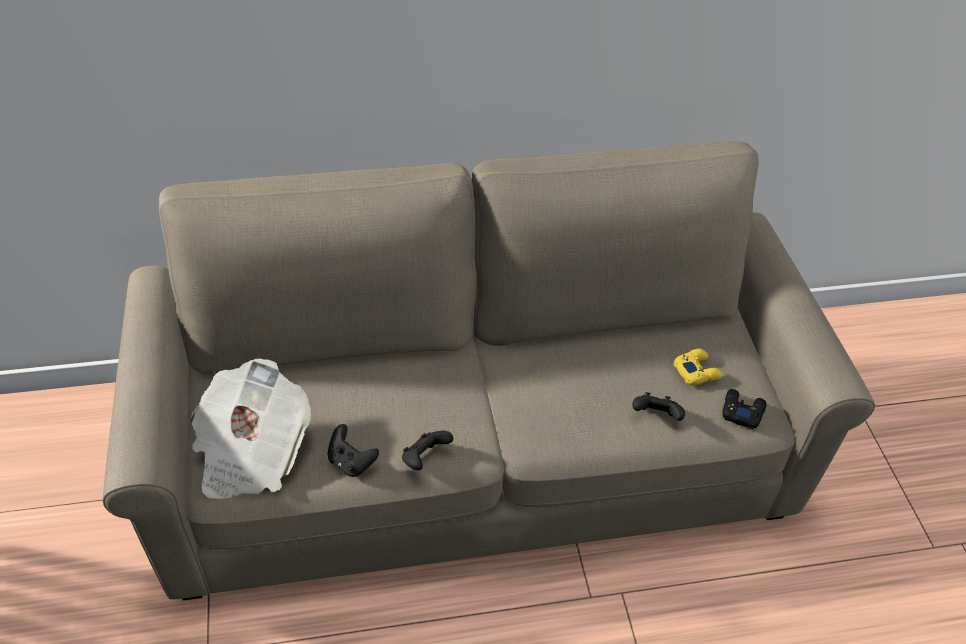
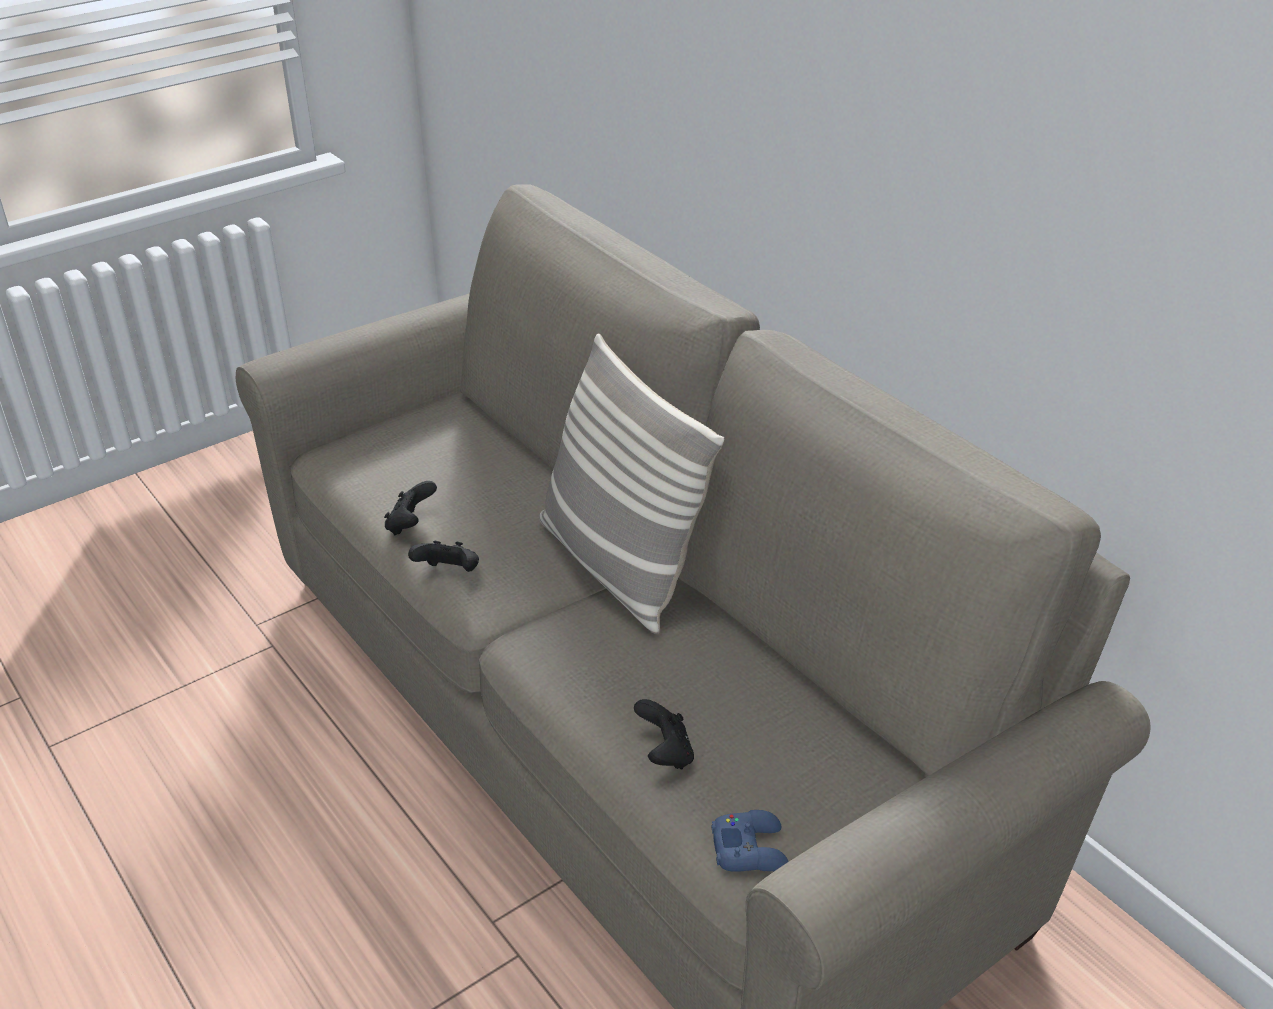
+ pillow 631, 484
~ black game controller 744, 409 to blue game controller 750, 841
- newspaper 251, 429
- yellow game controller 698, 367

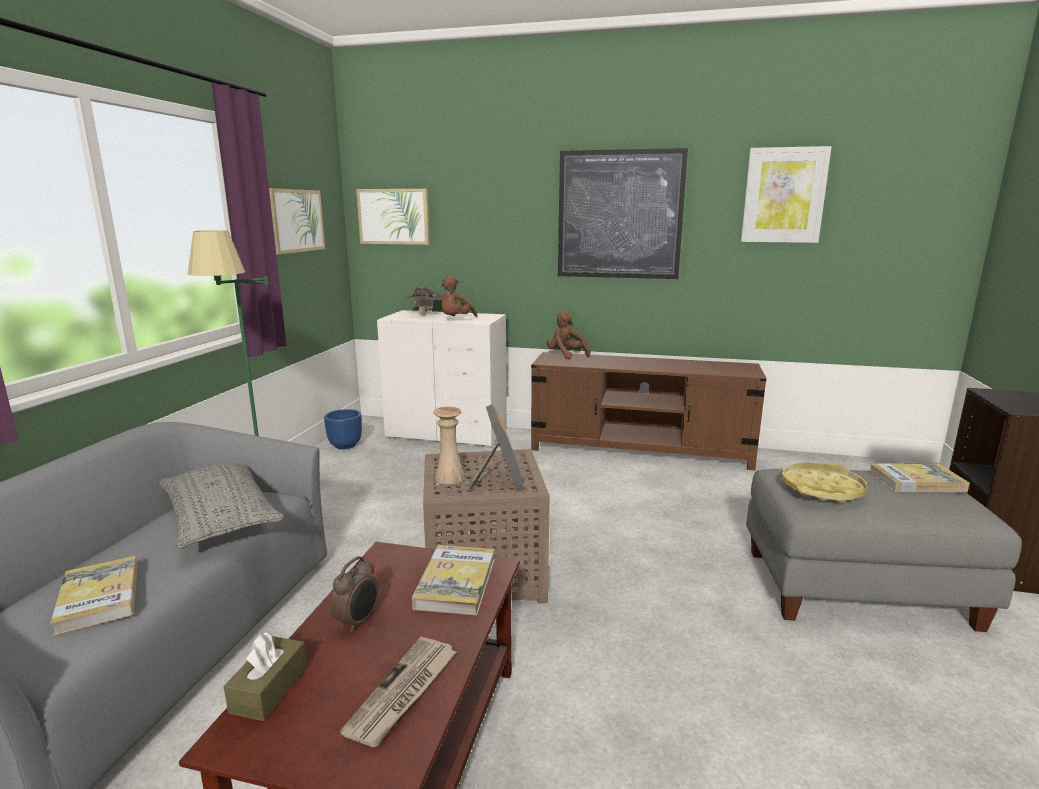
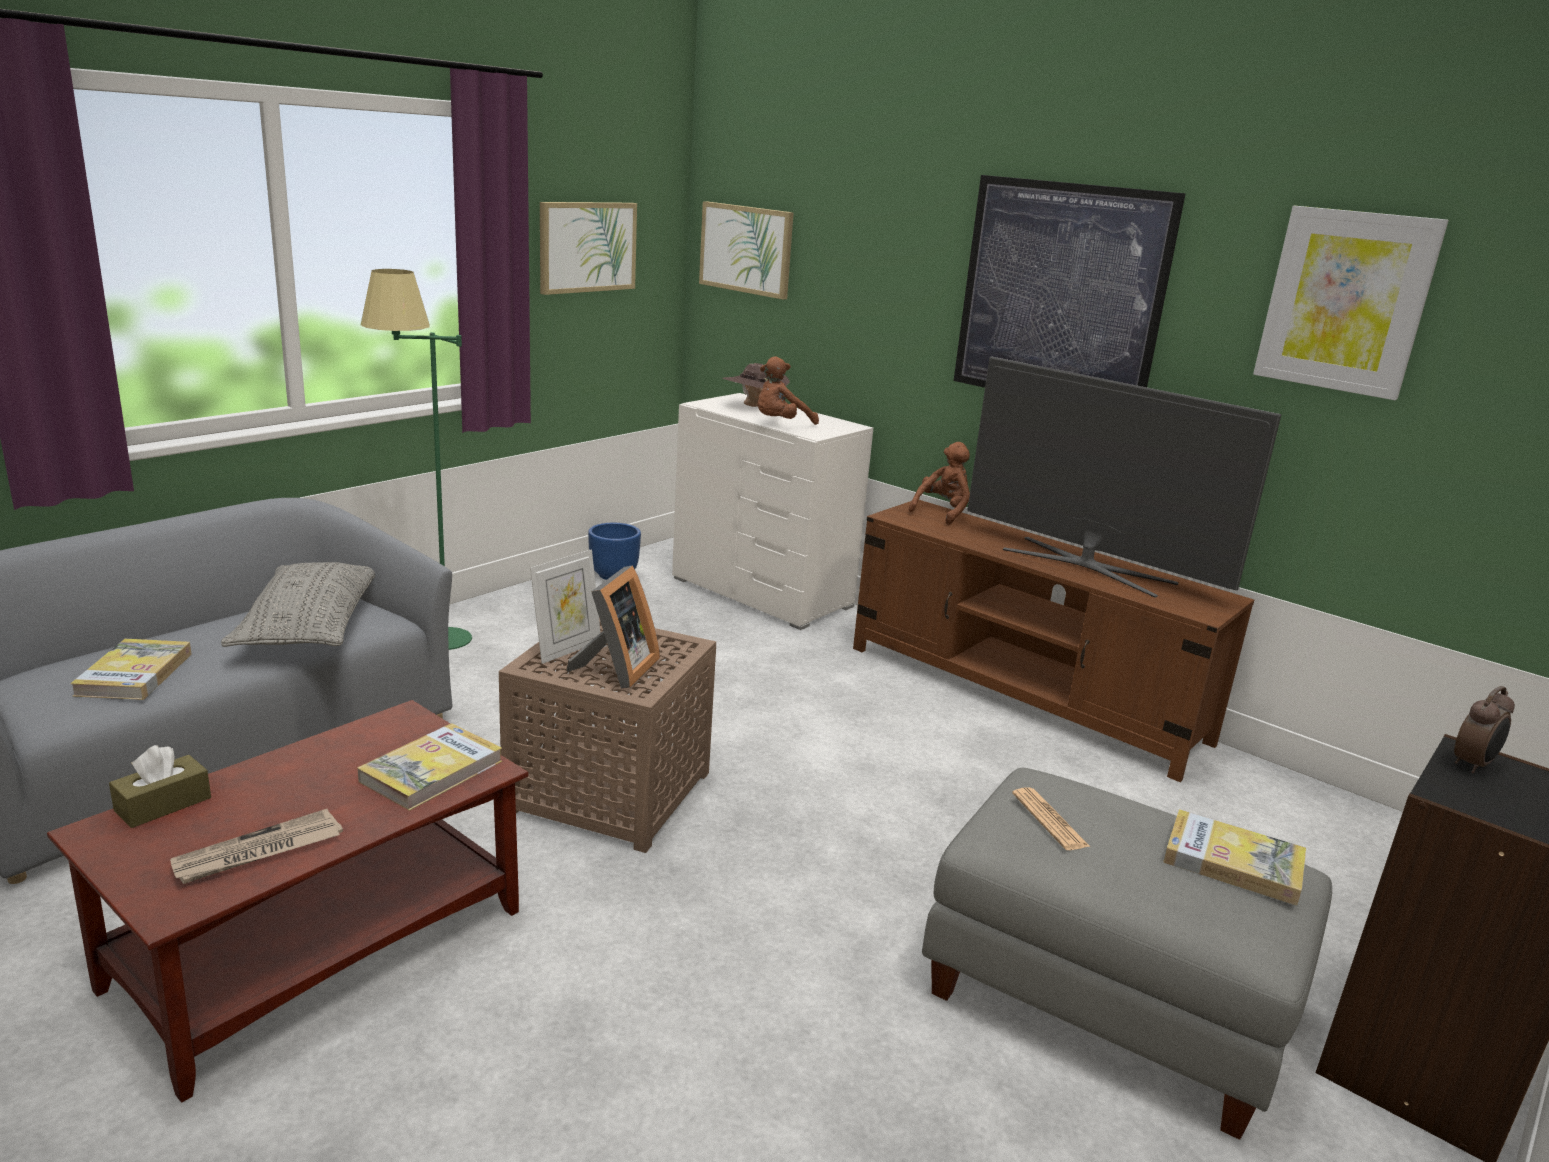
~ beige vase 449, 445 to picture frame 565, 606
~ brown plush toy 568, 335 = 939, 483 45 degrees clockwise
+ television 1124, 477
~ yellow tray 825, 483 to newspaper 1051, 818
~ alarm clock 354, 594 to 1484, 729

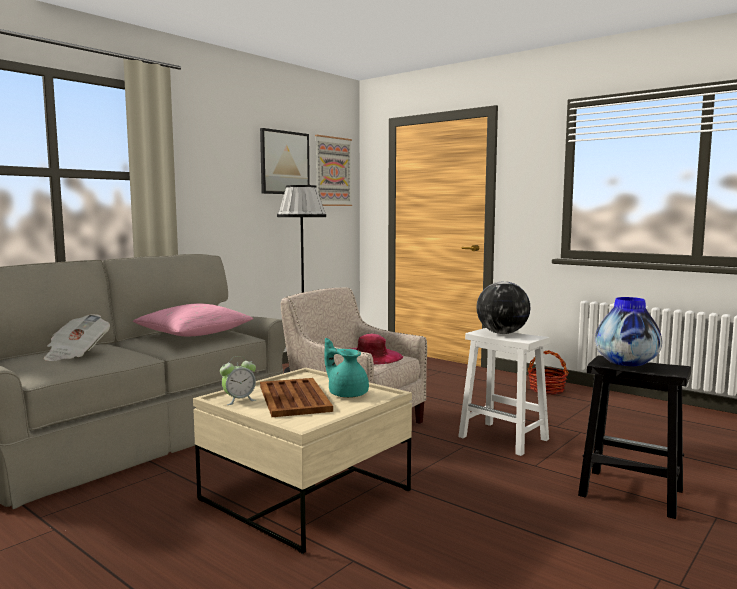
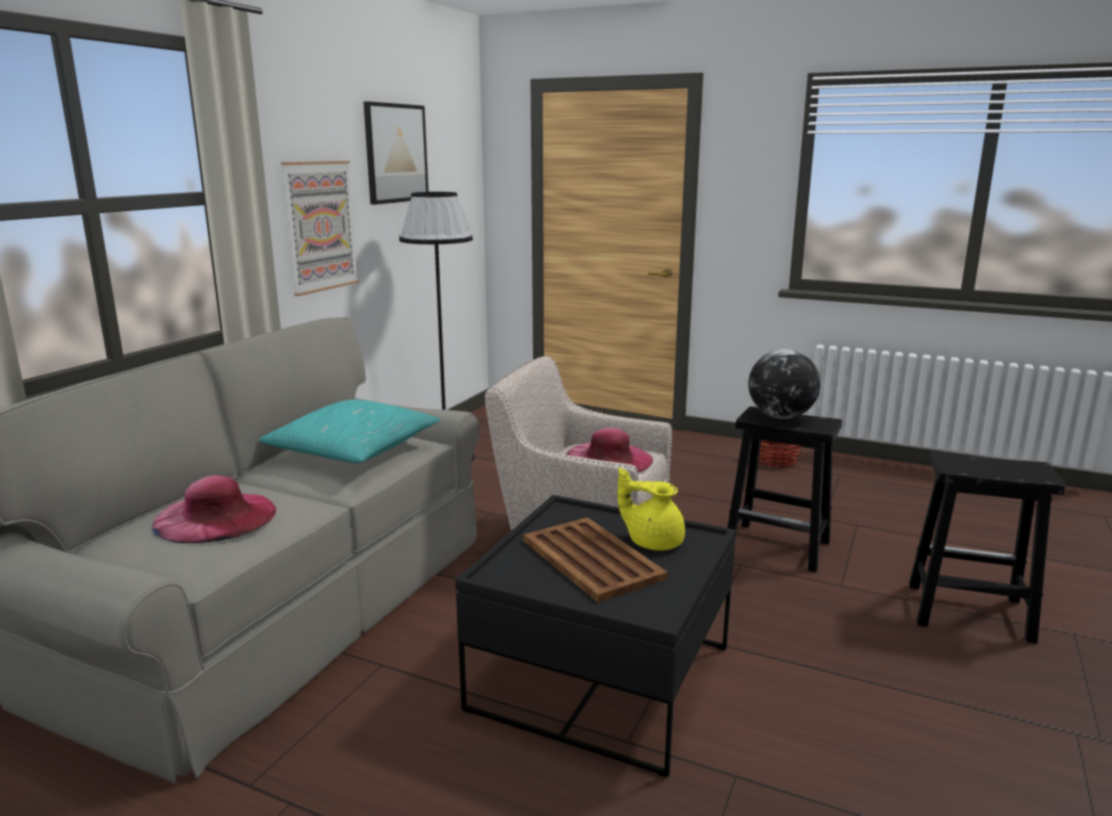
~ newspaper 77, 337 to pink hat 214, 509
~ pink pillow 193, 319 to turquoise pillow 349, 431
~ picture 333, 170 to 320, 228
~ beige coffee table 302, 461 to black coffee table 595, 636
~ turquoise teapot 346, 368 to yellow teapot 651, 509
~ white stool 503, 392 to black stool 784, 489
- alarm clock 238, 380
- vase 628, 331

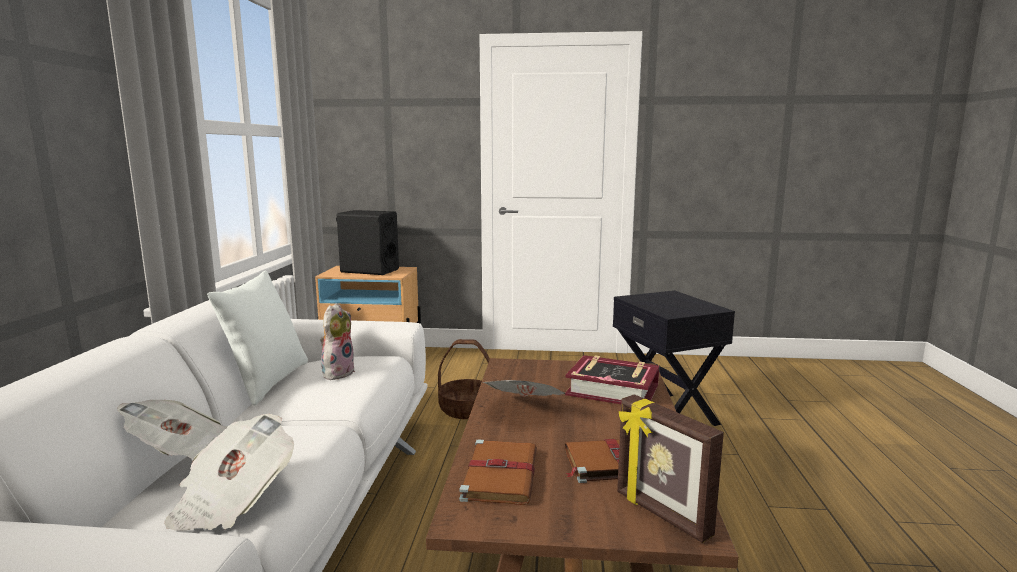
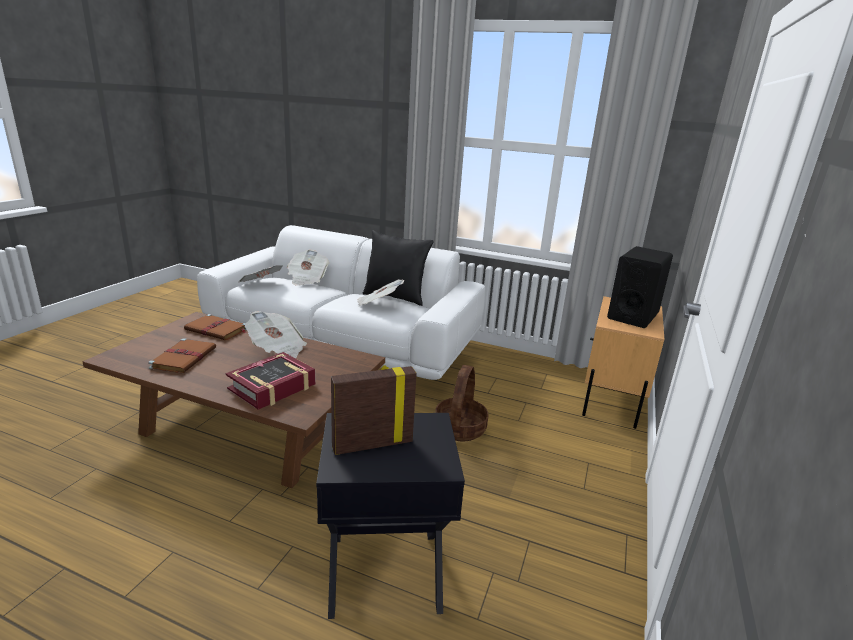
~ picture frame 670, 468 to 374, 410
~ plush toy 337, 341 to newspaper 380, 292
~ white pillow 257, 338 to black pillow 398, 268

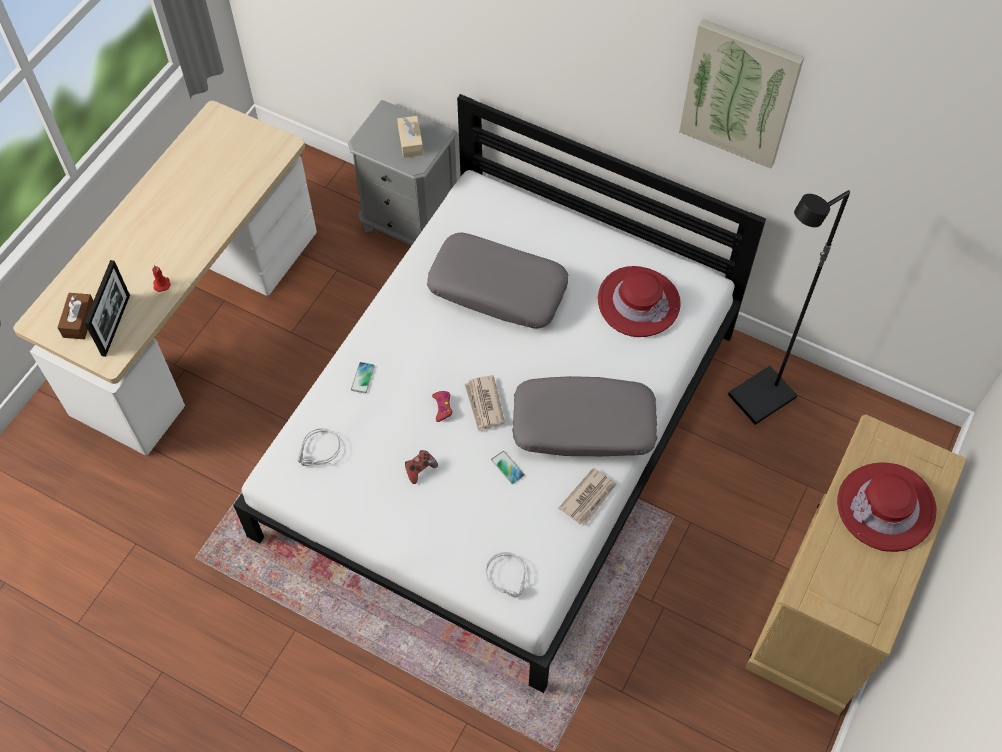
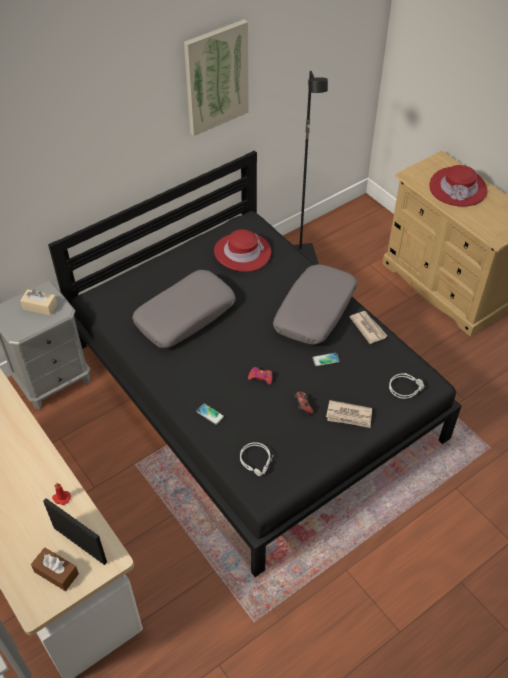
~ white bed 499, 393 to black bed 254, 363
~ newspaper 484, 403 to 349, 414

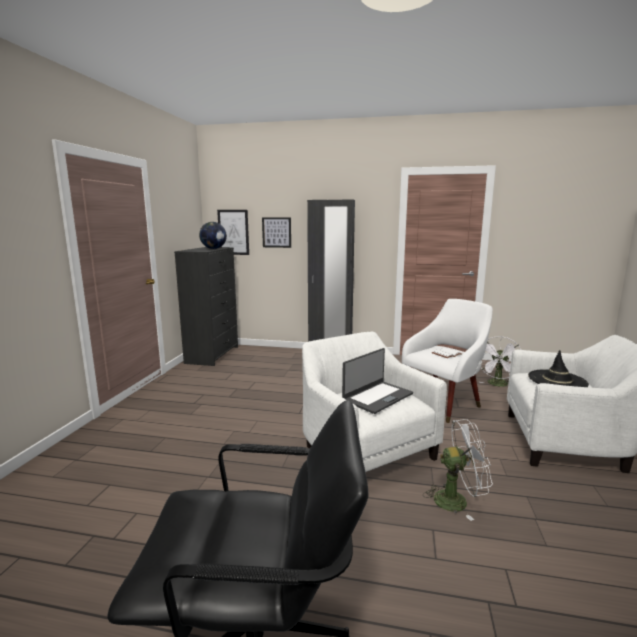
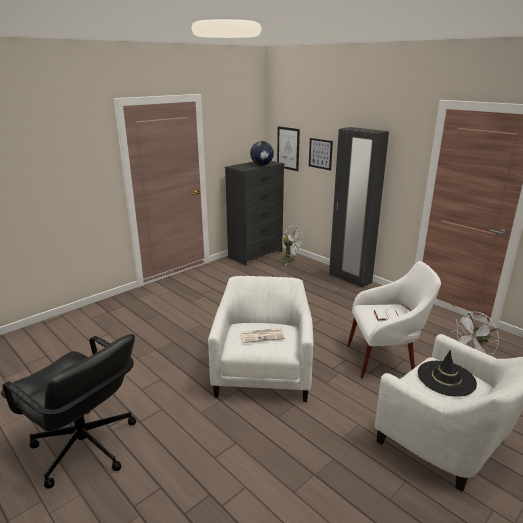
~ laptop 377, 381 to newspaper 263, 335
~ white fan 458, 470 to 292, 245

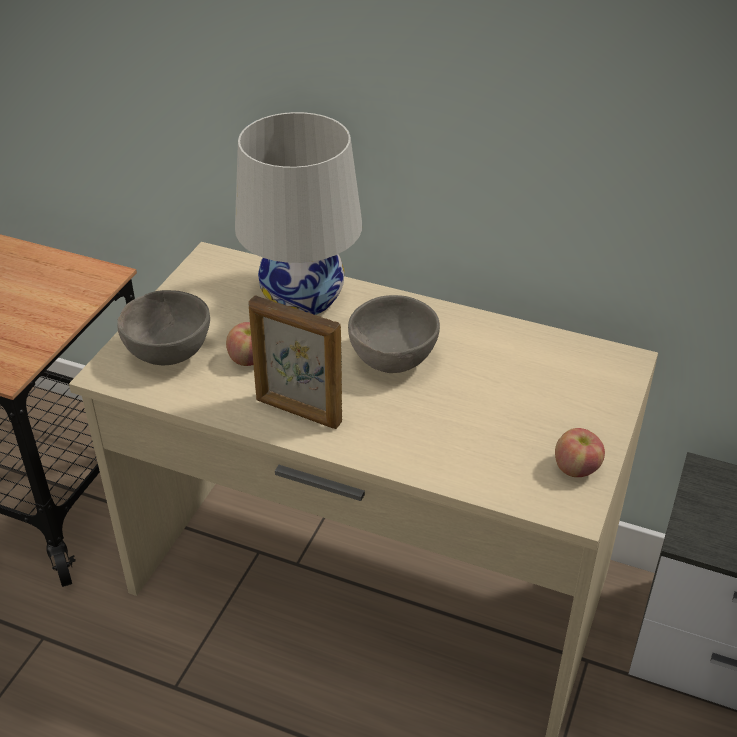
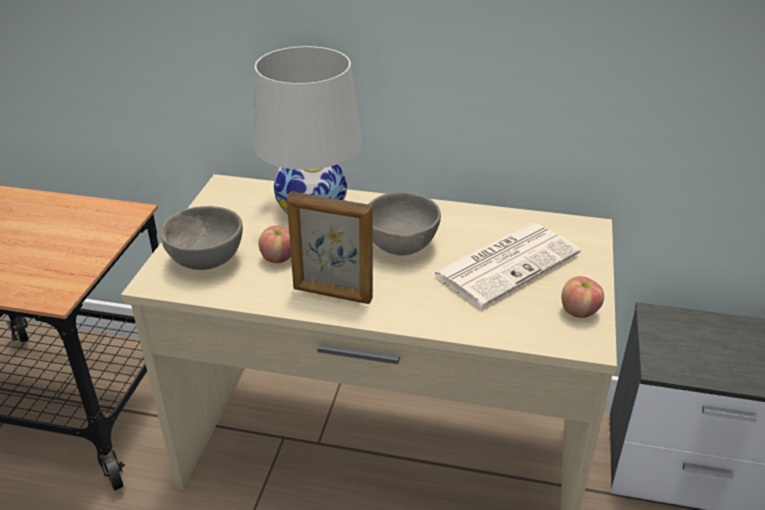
+ newspaper 505, 265

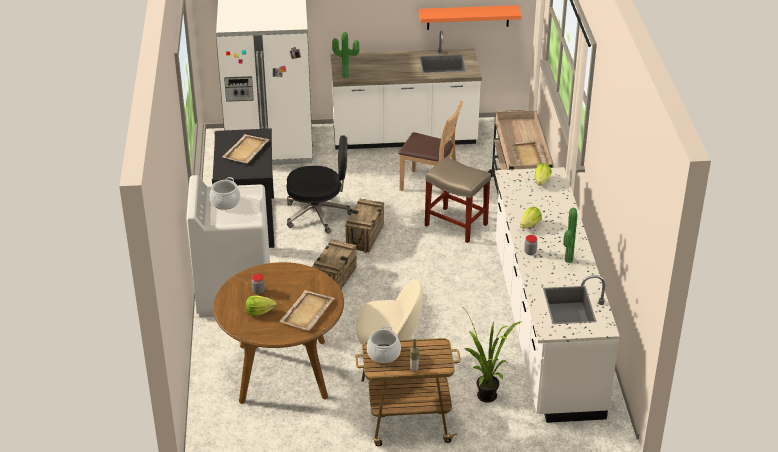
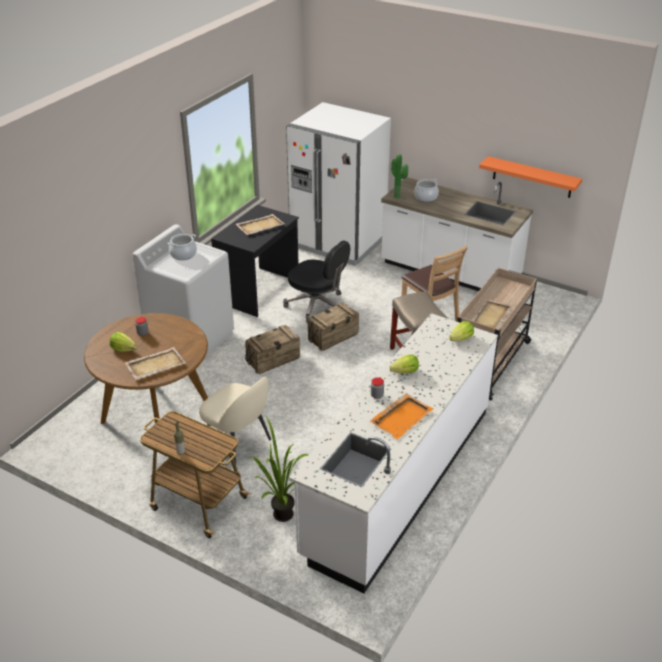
~ potted plant 570, 235 to orange tray 401, 416
~ cooking pot 384, 344 to 426, 190

